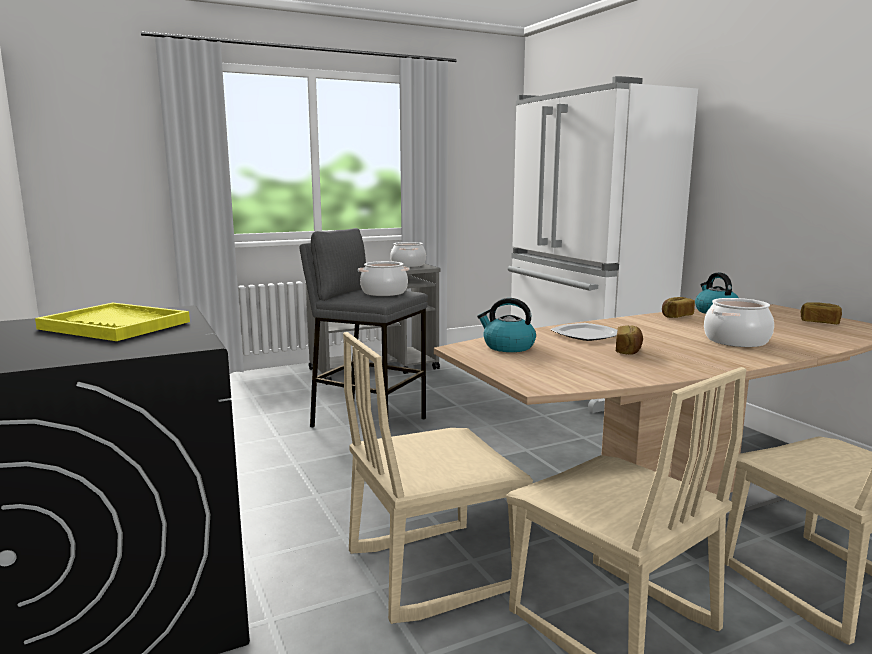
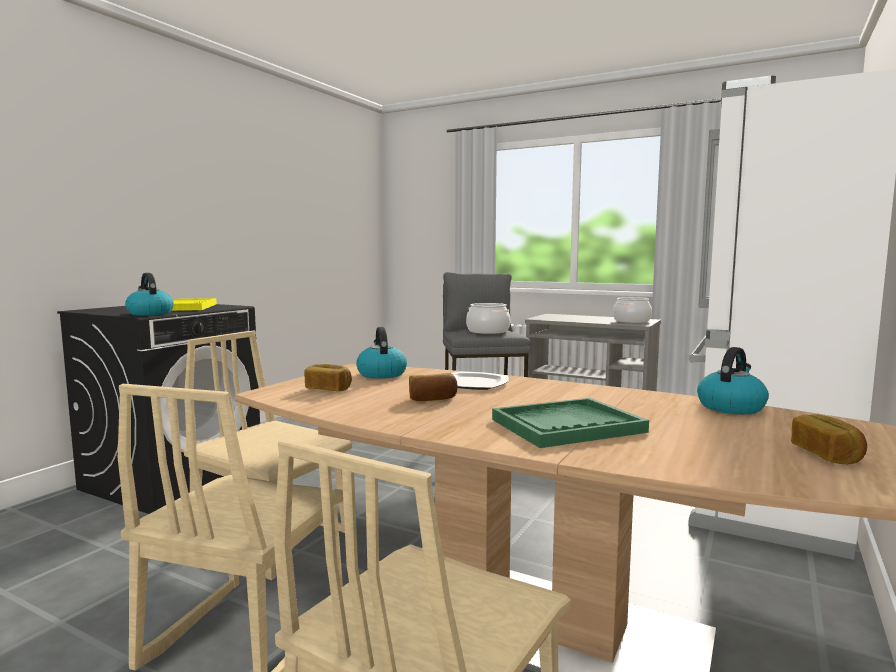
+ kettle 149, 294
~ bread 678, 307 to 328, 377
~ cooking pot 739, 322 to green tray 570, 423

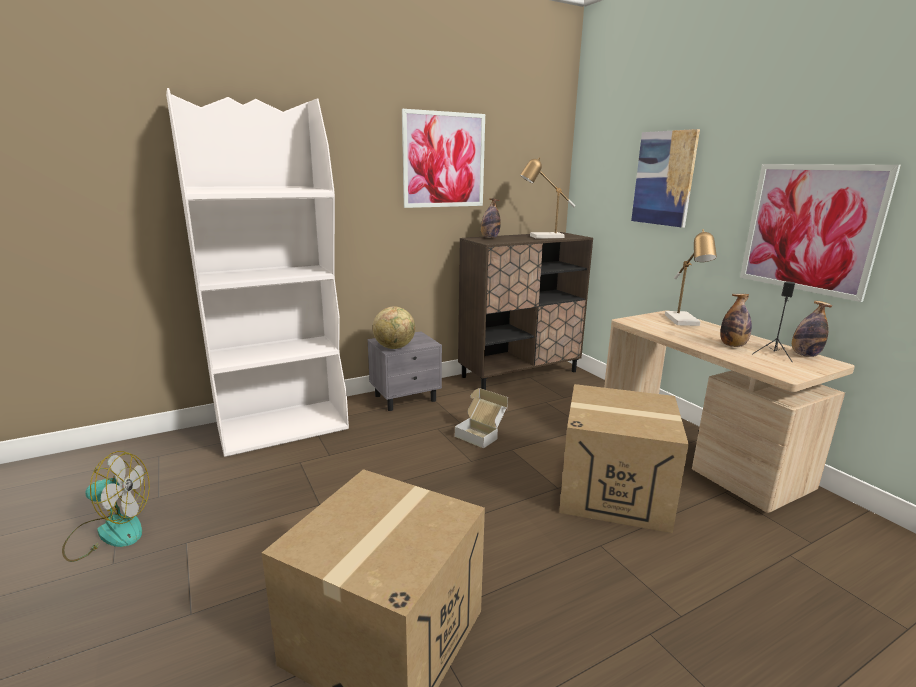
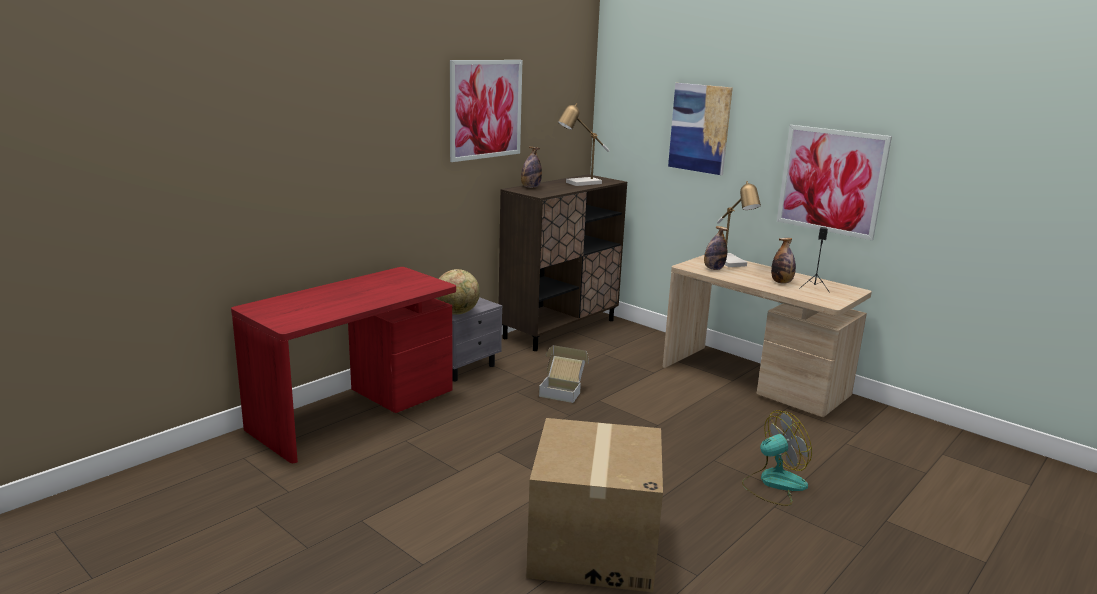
~ white bookcase 257, 272 to red desk 343, 365
~ bottle 812, 329 to 716, 248
~ fan 106, 506 to 777, 458
- cardboard box 624, 458

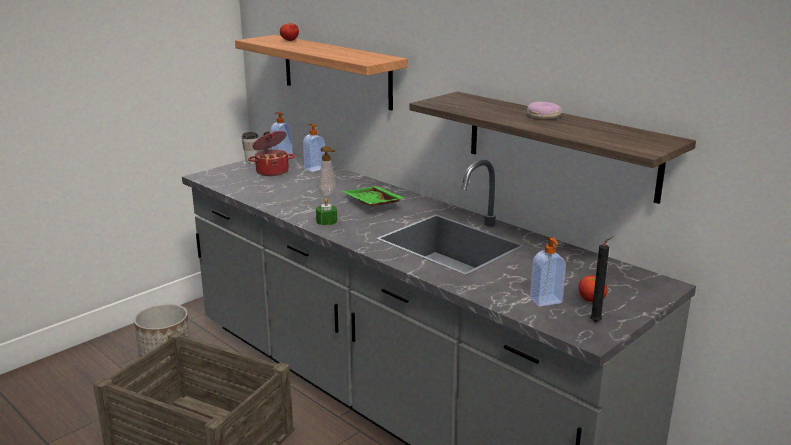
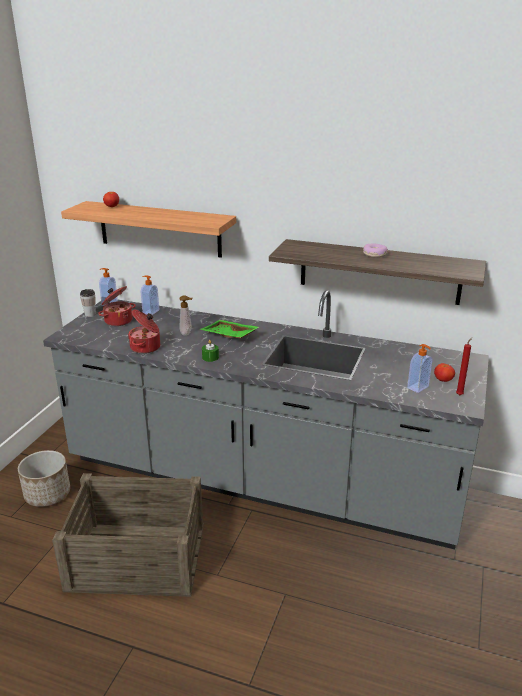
+ cooking pot 144, 331
~ black candle 602, 279 to red candle 464, 367

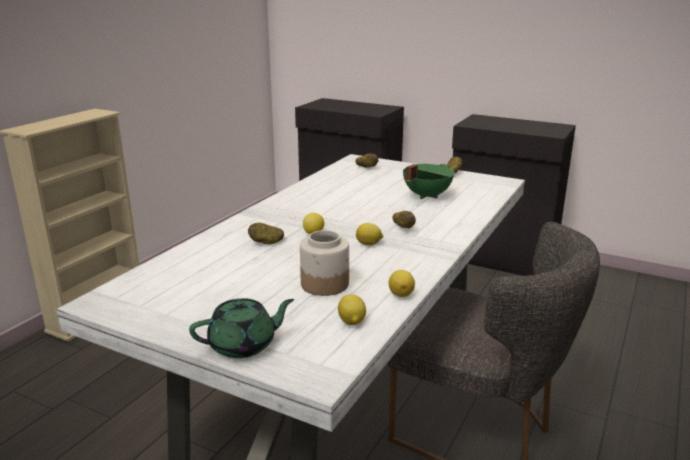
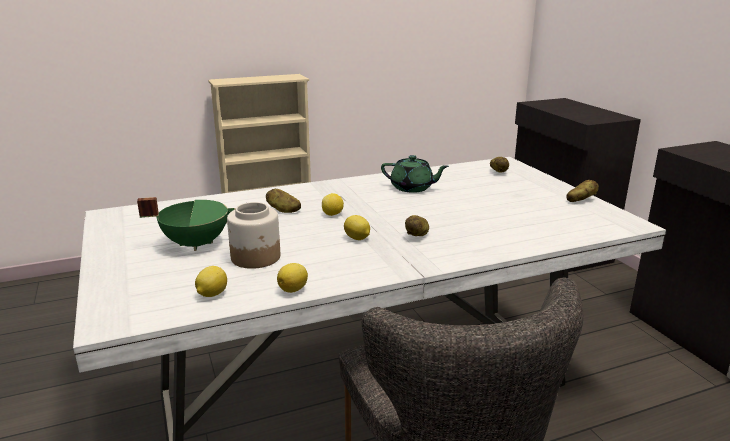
~ green cooking pot 429, 181 to 186, 224
~ green teapot 241, 328 to 415, 174

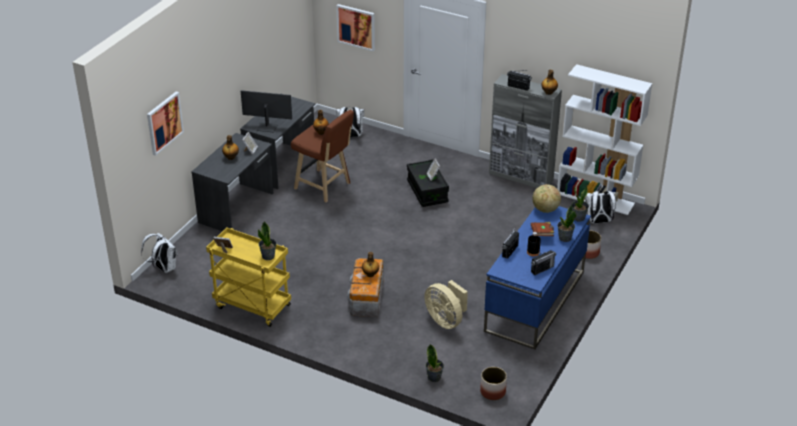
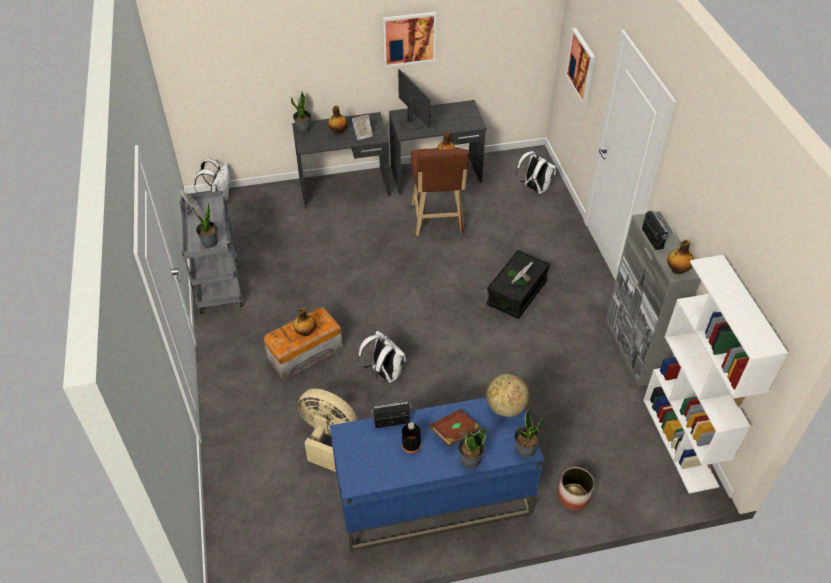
~ yellow cart 248, 277 to grey cart 211, 251
~ potted plant 435, 363 to 301, 112
~ beige fan 446, 304 = 327, 430 105 degrees clockwise
~ white backpack 600, 206 to 382, 357
~ picture 165, 123 to 409, 39
- planter 493, 383
- radio 543, 262

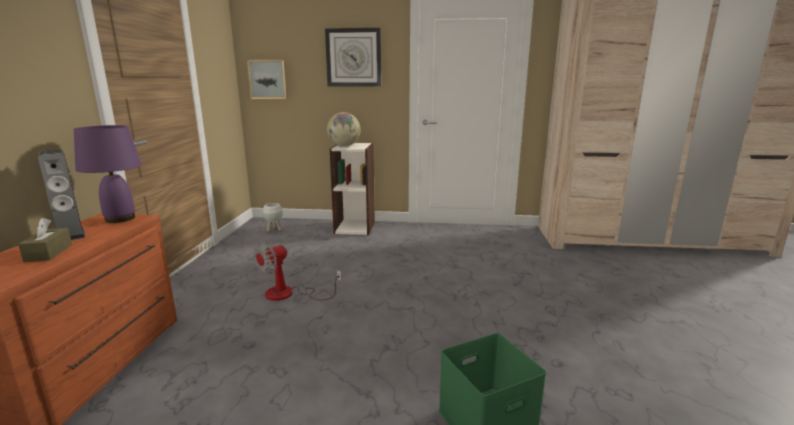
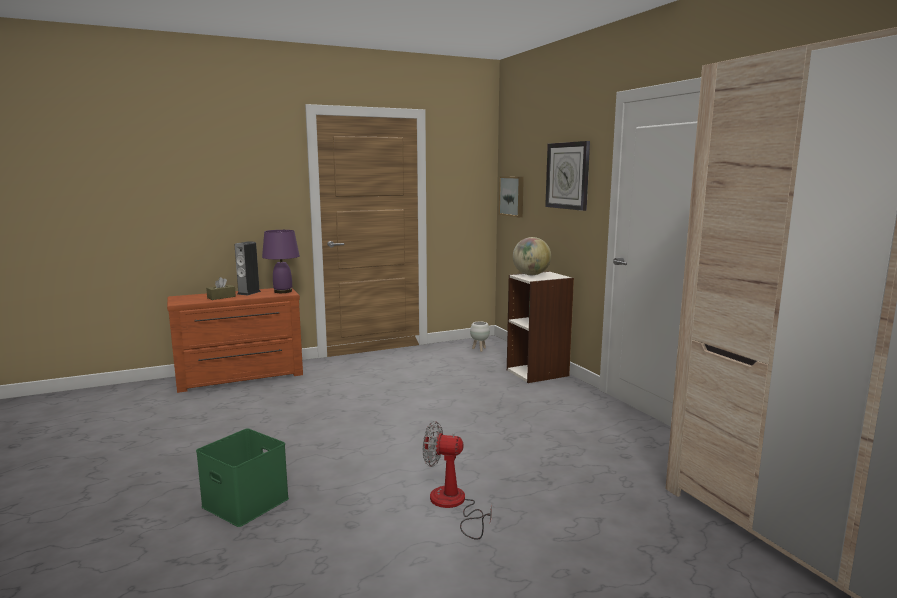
~ fan 298, 271 to 457, 480

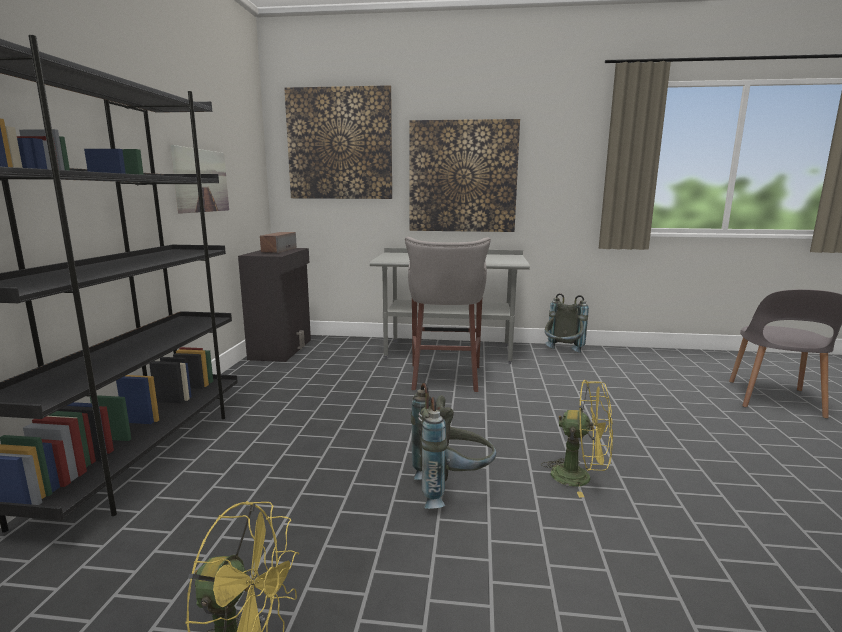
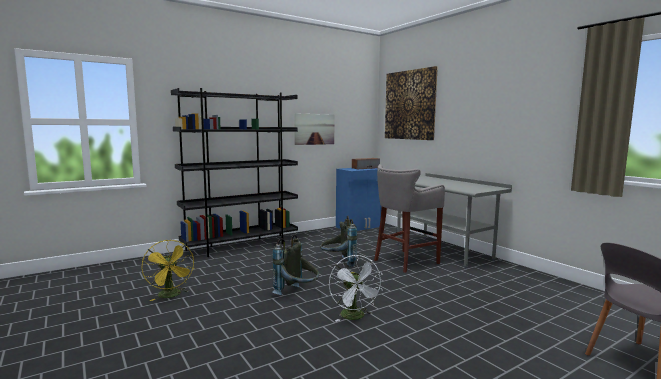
~ grey backpack 567, 323 to 338, 241
~ yellow fan 577, 438 to white fan 356, 288
~ black cabinet 274, 305 to blue cabinet 359, 199
- picture 464, 175

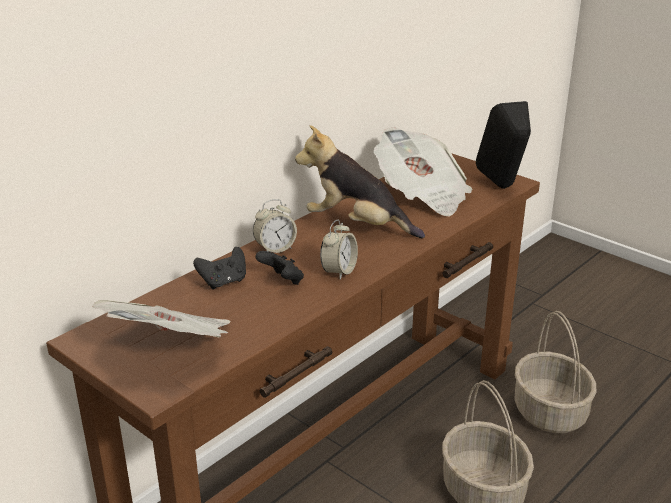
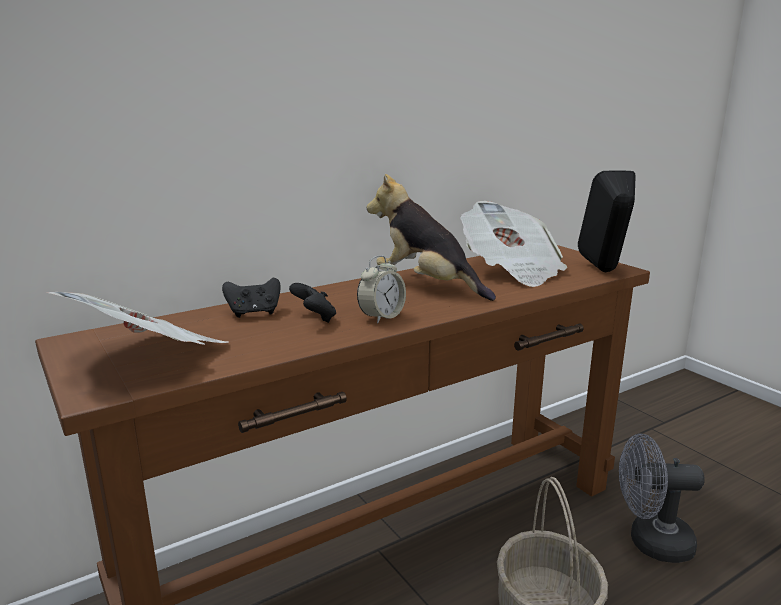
~ basket 556, 372 to grey fan 662, 498
- alarm clock 275, 226

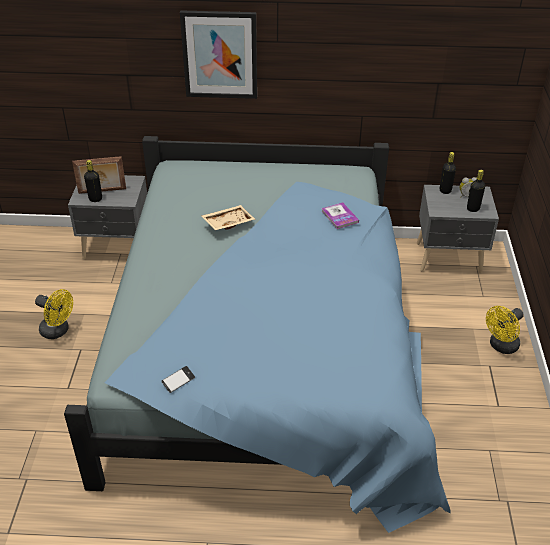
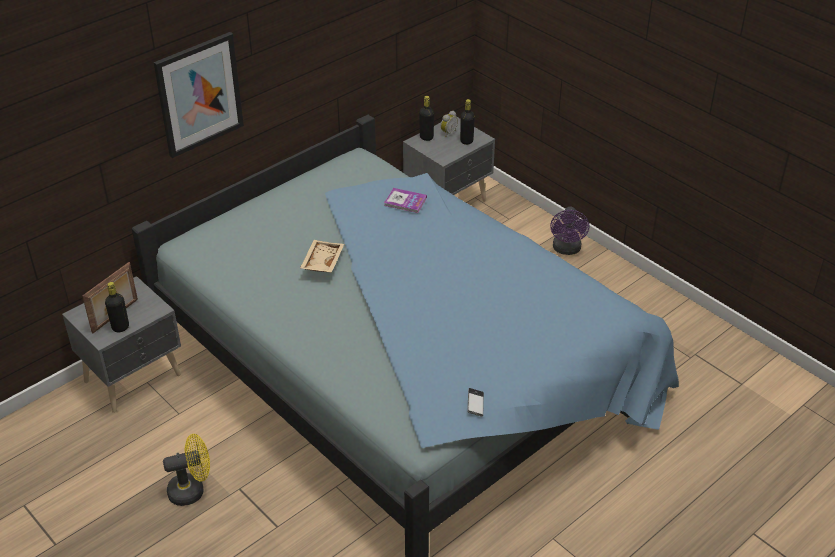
~ yellow fan 505, 330 to purple fan 569, 231

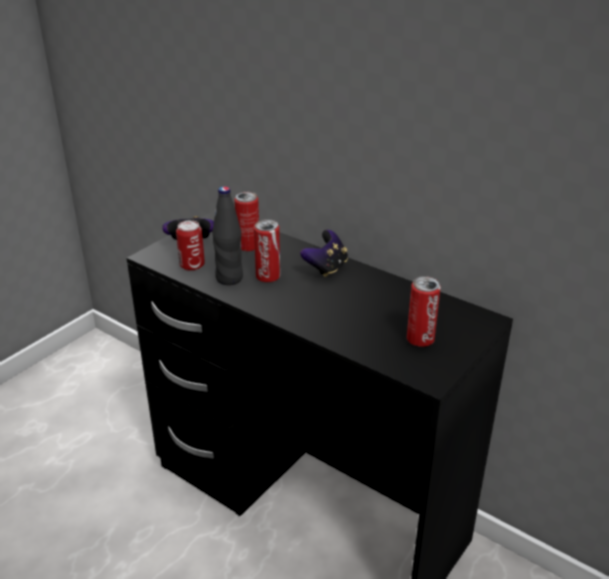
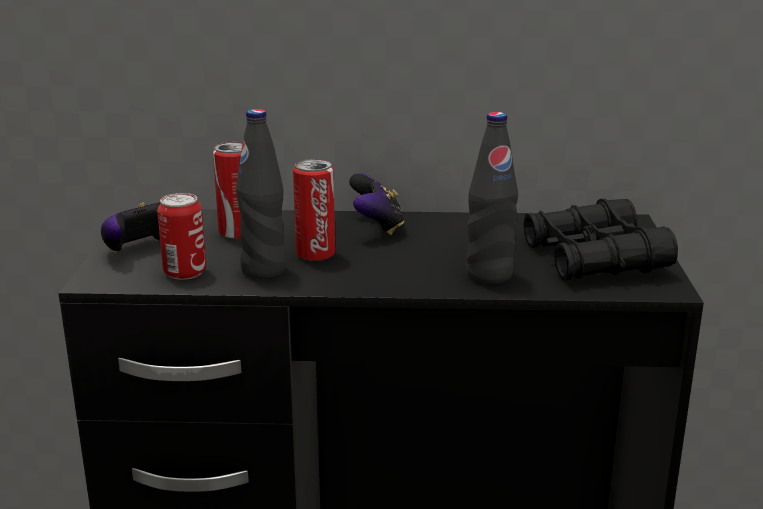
+ black bottle 492, 198
~ can 424, 311 to black binoculars 600, 240

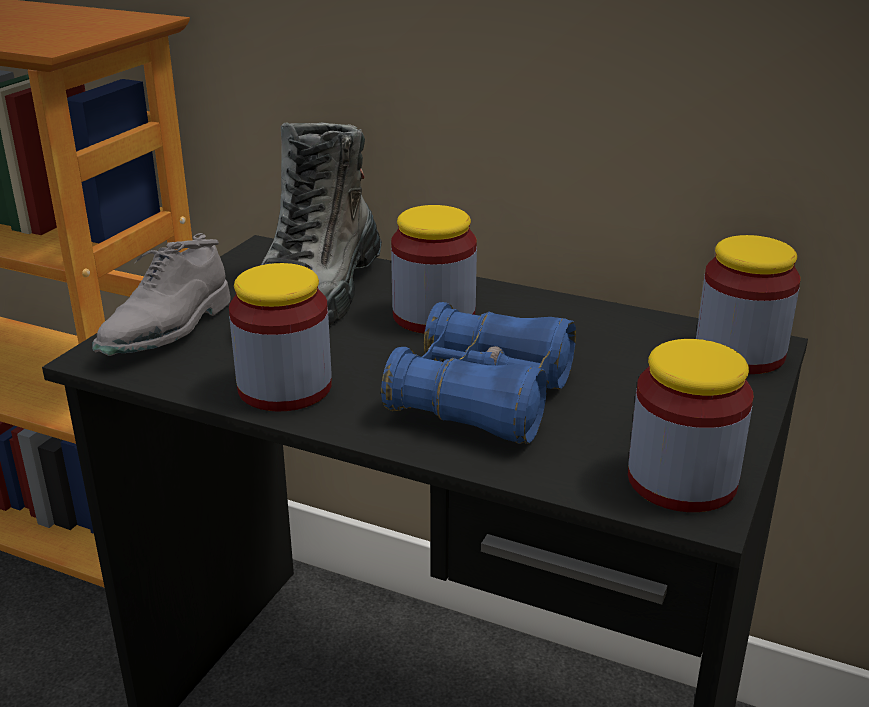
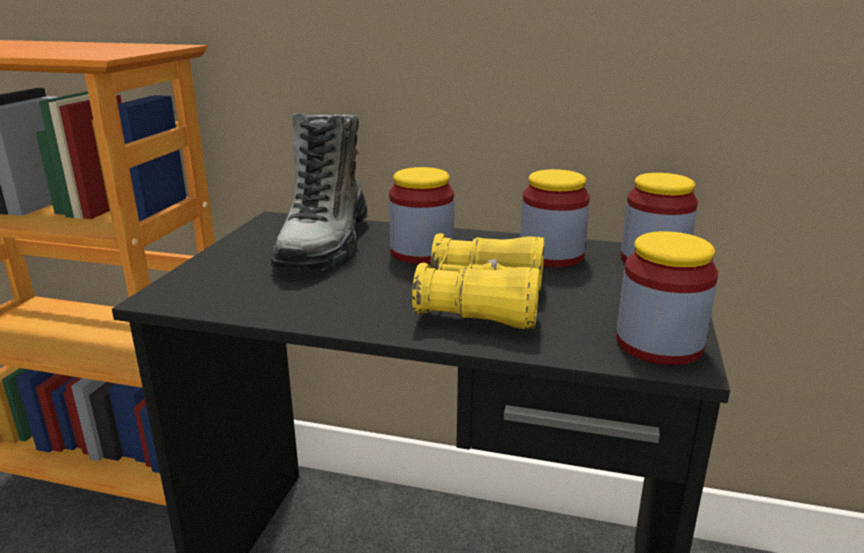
~ blue binoculars 478, 373 to yellow binoculars 478, 281
~ jar 280, 337 to 555, 218
- grey shoe 161, 294

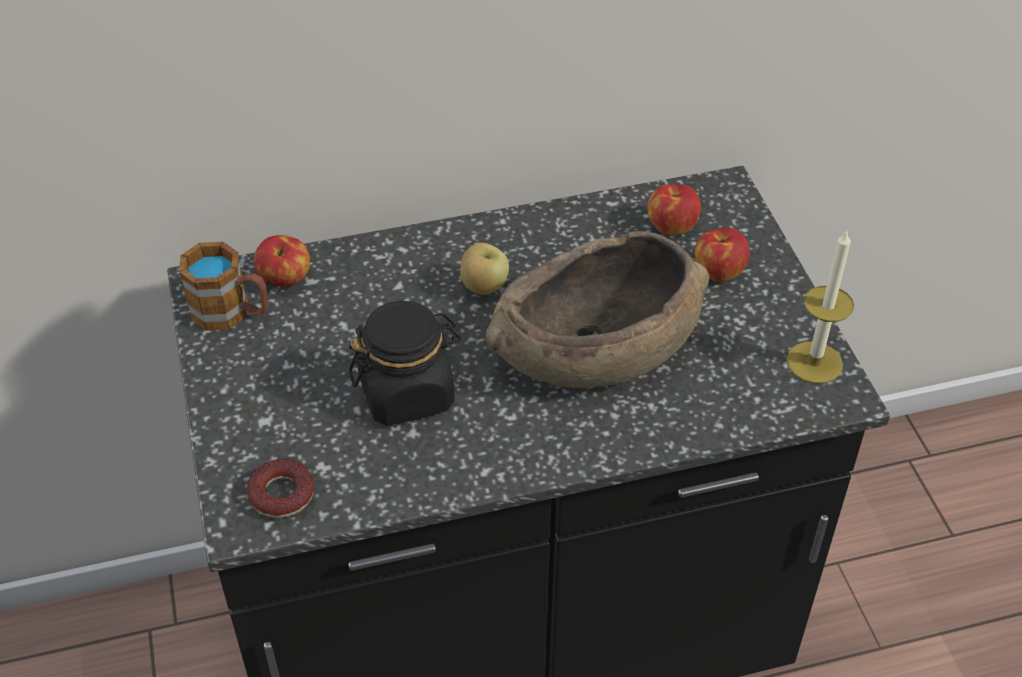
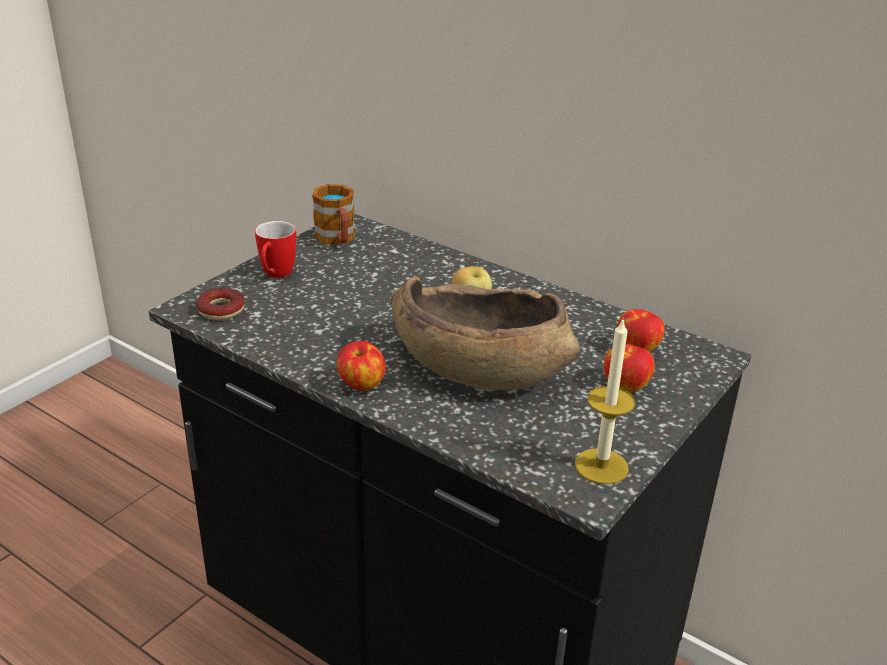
+ mug 275, 249
~ apple 282, 261 to 361, 366
- black jar 405, 363

